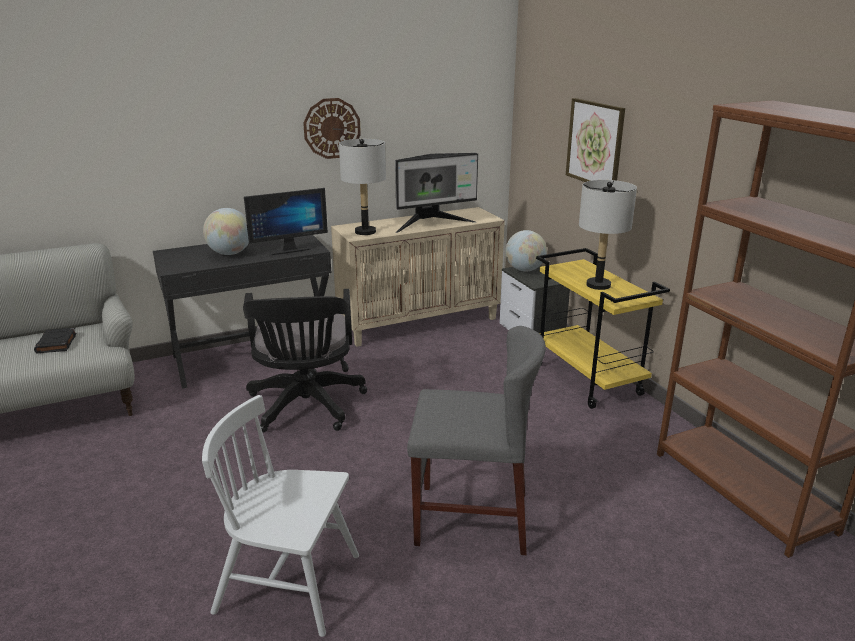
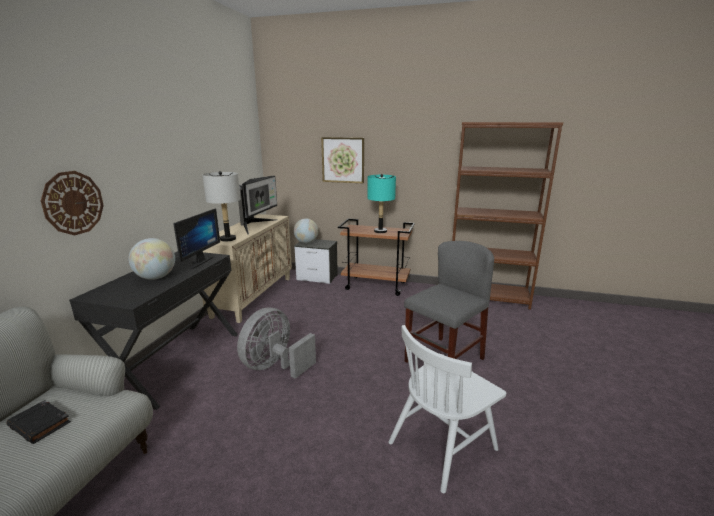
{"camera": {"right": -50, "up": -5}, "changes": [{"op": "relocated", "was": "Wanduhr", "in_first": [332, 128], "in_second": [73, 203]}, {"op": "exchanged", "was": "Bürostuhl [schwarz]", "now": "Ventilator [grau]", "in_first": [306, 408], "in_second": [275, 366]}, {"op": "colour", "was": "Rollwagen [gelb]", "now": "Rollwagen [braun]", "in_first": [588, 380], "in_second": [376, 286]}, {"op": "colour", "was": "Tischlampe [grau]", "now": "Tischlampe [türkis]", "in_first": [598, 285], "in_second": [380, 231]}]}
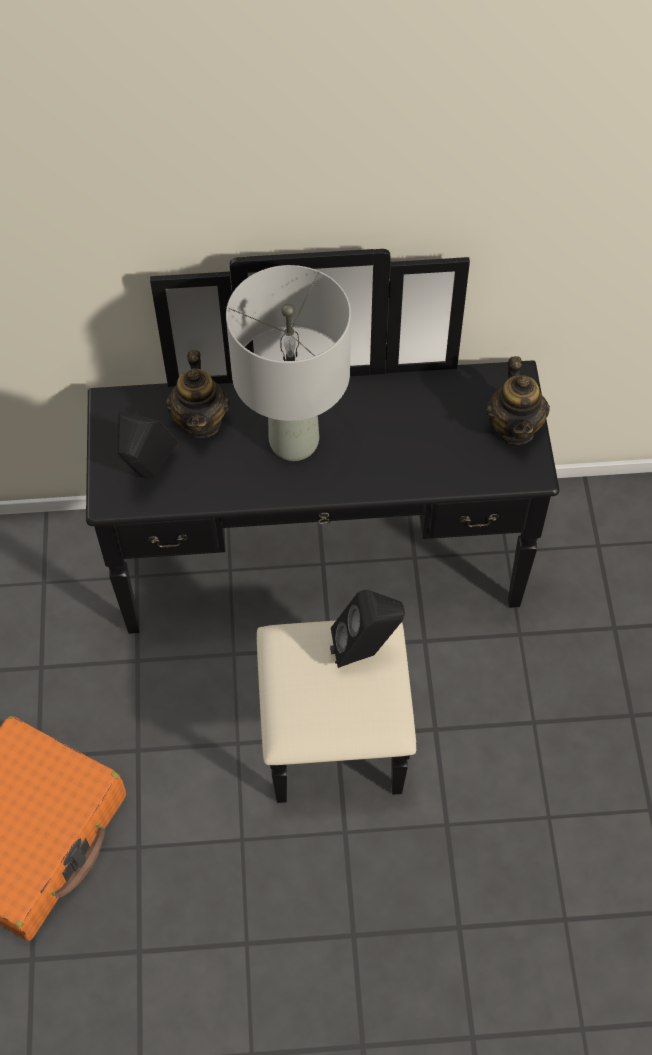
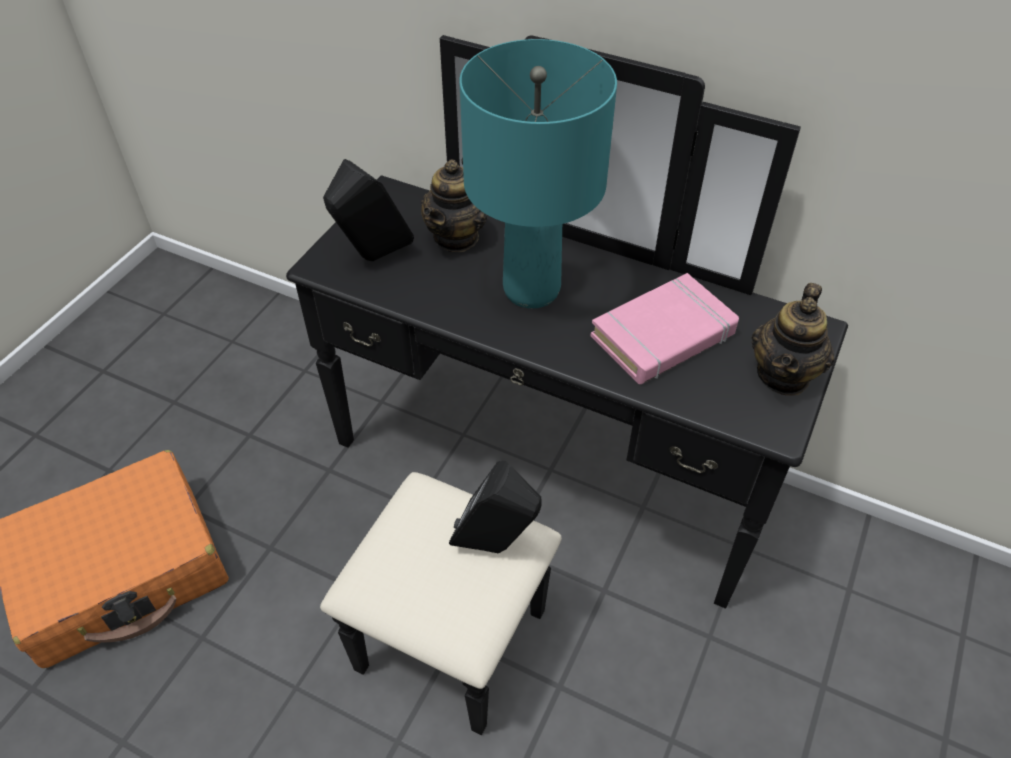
{"camera": {"right": 30, "up": -10}, "changes": [{"op": "appeared", "now": "Buch [rosa]", "in_second": [663, 336]}, {"op": "colour", "was": "Tischlampe [grau]", "now": "Tischlampe [türkis]", "in_first": [293, 443], "in_second": [530, 290]}]}
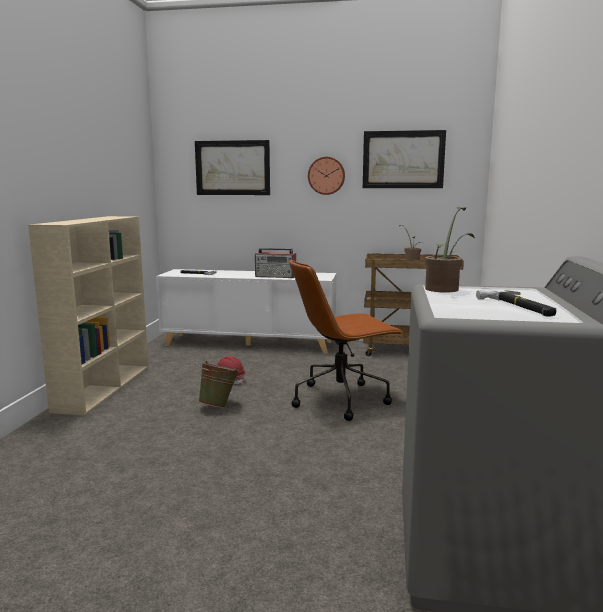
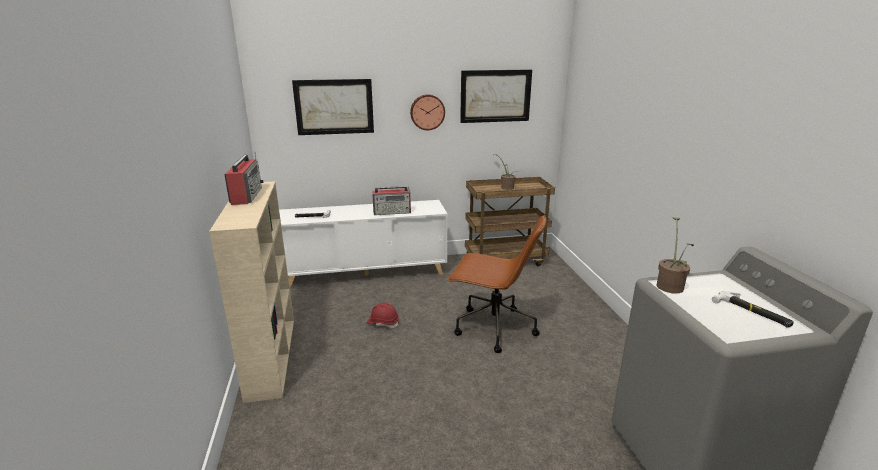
{"camera": {"right": -20, "up": 10}, "changes": [{"op": "missing", "was": "Eimer [grün]", "in_first": [219, 406]}, {"op": "appeared", "now": "Radio", "in_second": [246, 195]}, {"op": "spun", "was": "Bürostuhl [braun]", "in_first": [341, 399], "in_second": [493, 328], "clockwise": -120}]}
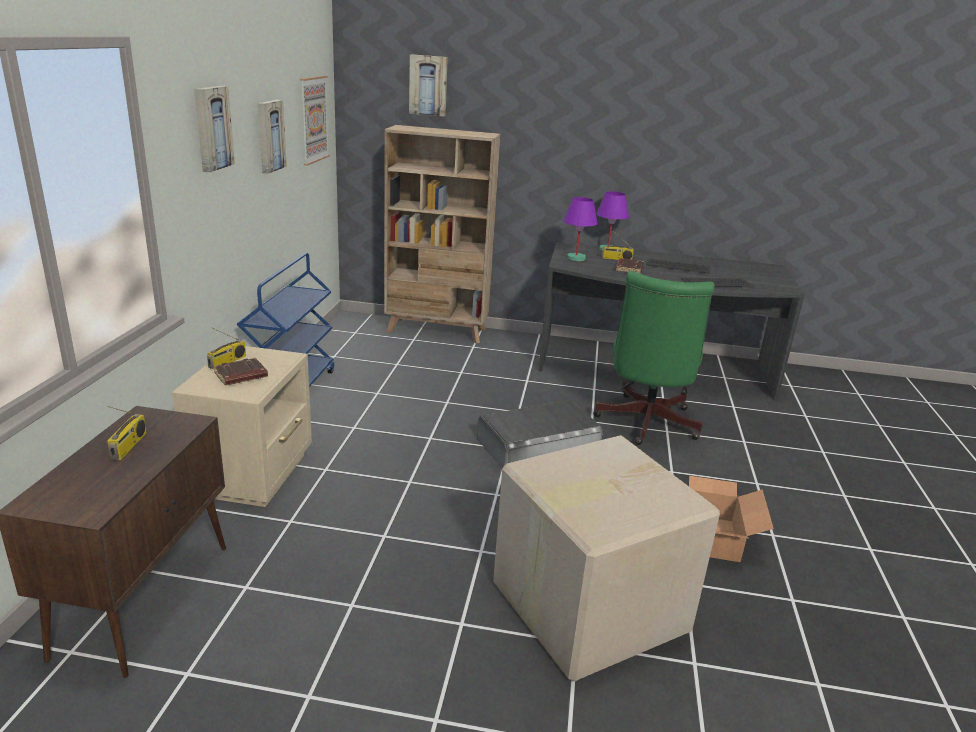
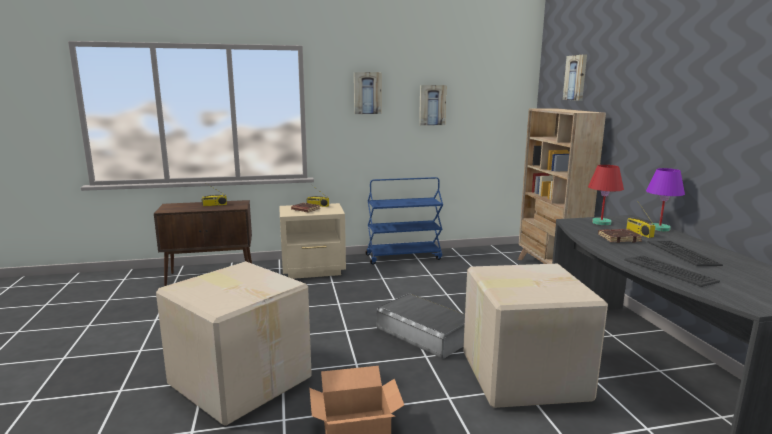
{"camera": {"right": 70, "up": -10}, "changes": [{"op": "missing", "was": "Bild", "in_first": [313, 119]}, {"op": "exchanged", "was": "Bürostuhl [grün]", "now": "Karton", "in_first": [645, 424], "in_second": [521, 374]}, {"op": "colour", "was": "Tischlampe [lila]", "now": "Tischlampe [rot]", "in_first": [576, 258], "in_second": [601, 222]}]}
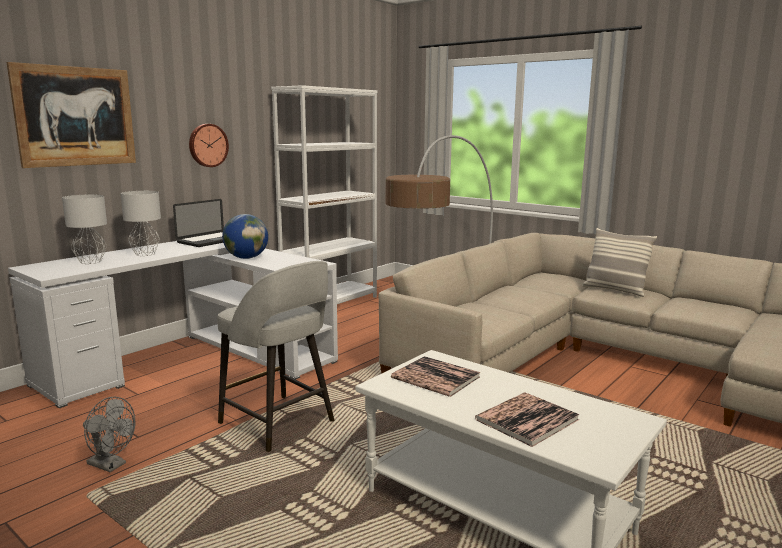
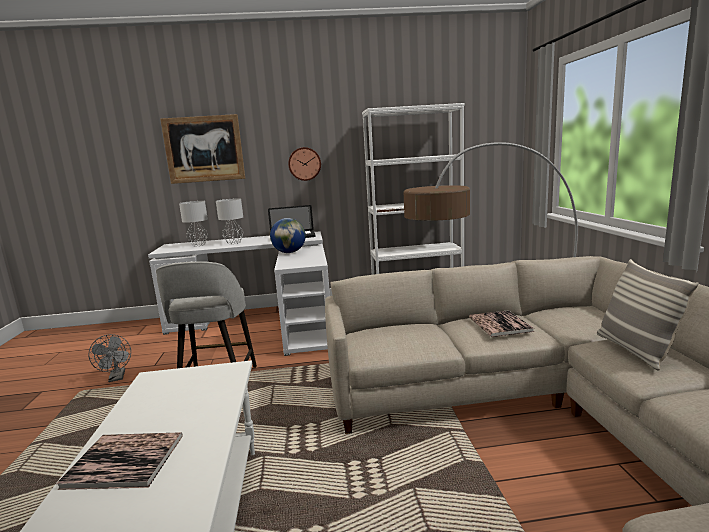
{"camera": {"right": 45, "up": 0}, "changes": [{"op": "relocated", "was": "Buch", "in_first": [435, 377], "in_second": [500, 324]}]}
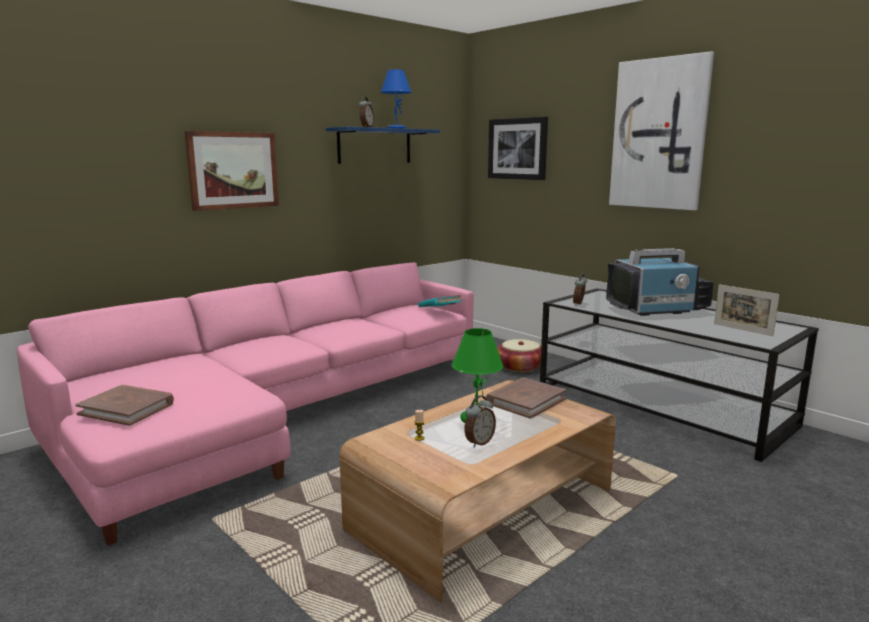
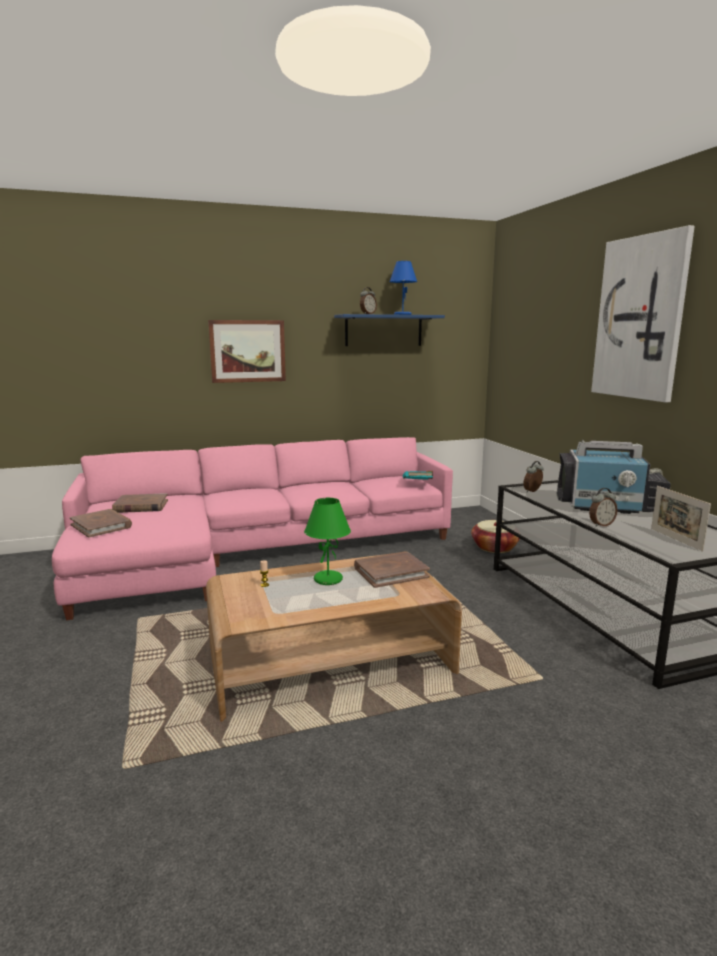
{"camera": {"right": 25, "up": 0}, "changes": [{"op": "missing", "was": "Bild", "in_first": [517, 149]}, {"op": "appeared", "now": "Buch [braun]", "in_second": [141, 506]}, {"op": "relocated", "was": "Wecker", "in_first": [479, 442], "in_second": [601, 525]}]}
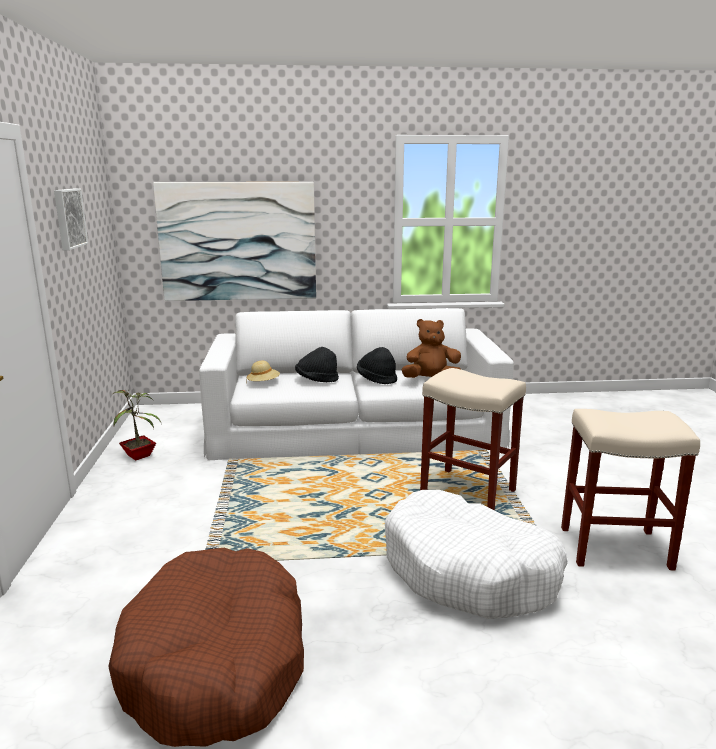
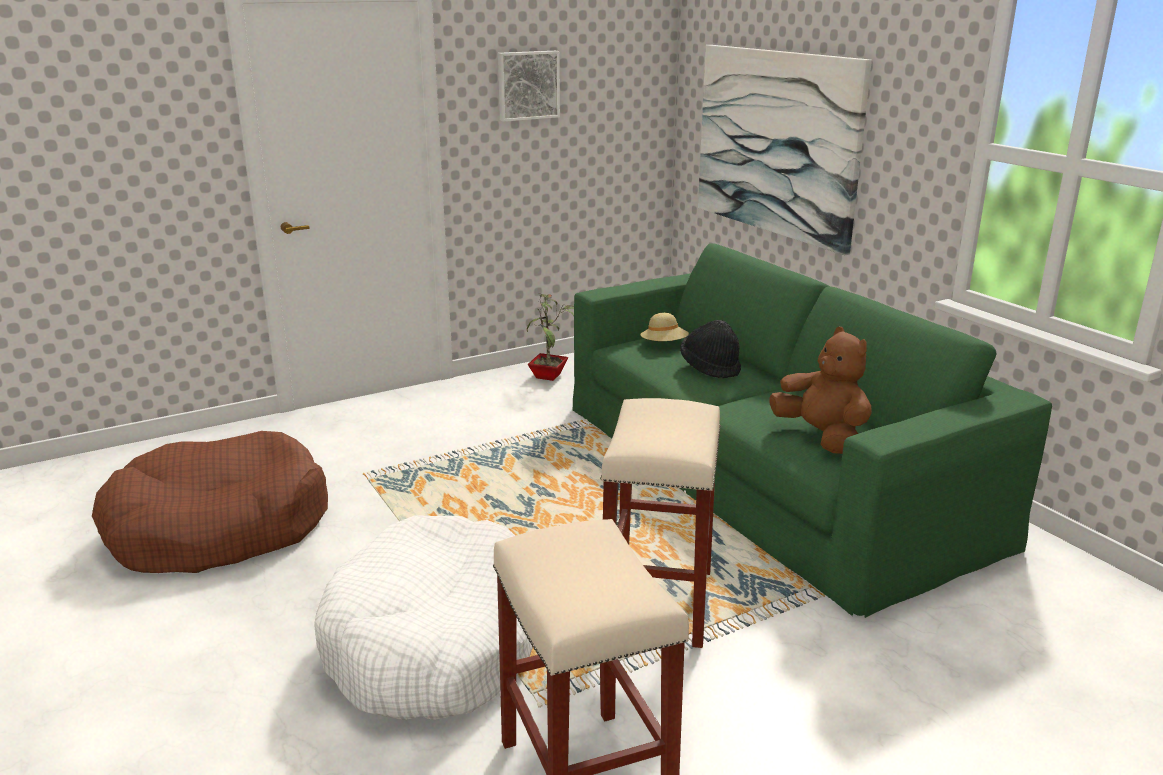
{"camera": {"right": 65, "up": 5}, "changes": [{"op": "missing", "was": "Hut [schwarz]", "in_first": [377, 379]}, {"op": "colour", "was": "Sofa [weiß]", "now": "Sofa [grün]", "in_first": [354, 428], "in_second": [768, 469]}]}
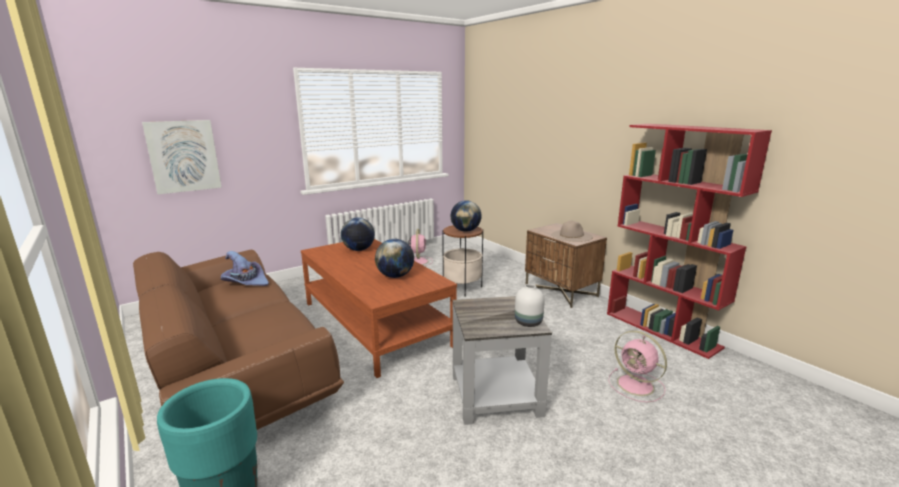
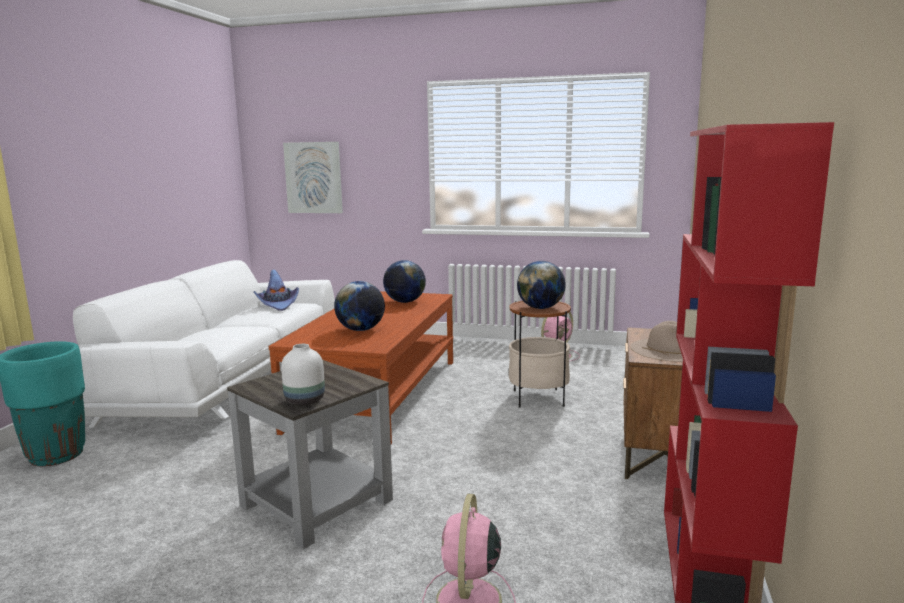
{"camera": {"right": 50, "up": -5}, "changes": [{"op": "colour", "was": "Sofa [braun]", "now": "Sofa [weiß]", "in_first": [235, 369], "in_second": [227, 382]}]}
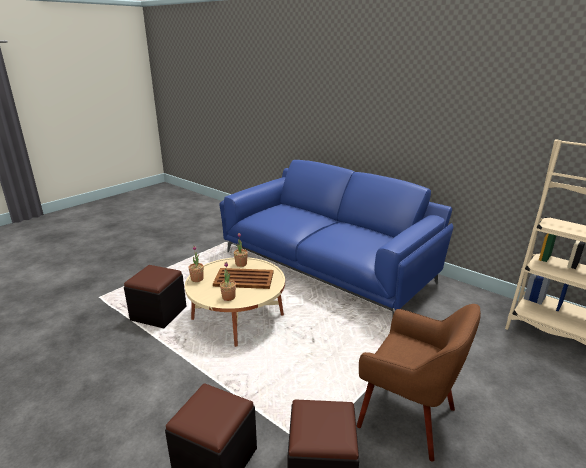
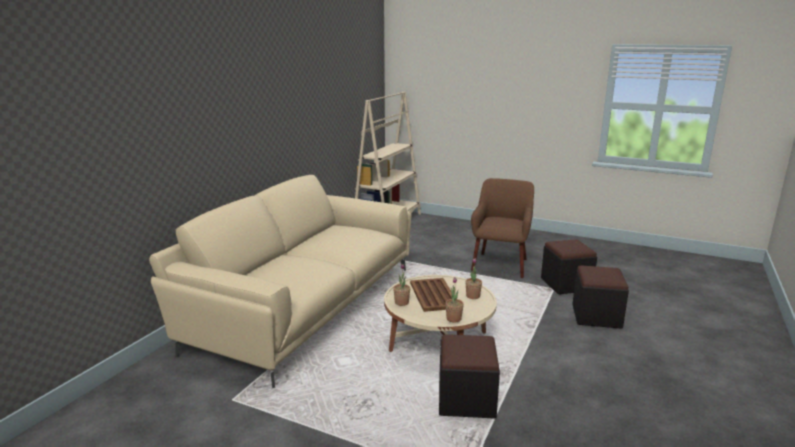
{"camera": {"right": -105, "up": -5}, "changes": [{"op": "colour", "was": "Sofa [blau]", "now": "Sofa [beige]", "in_first": [328, 265], "in_second": [304, 305]}]}
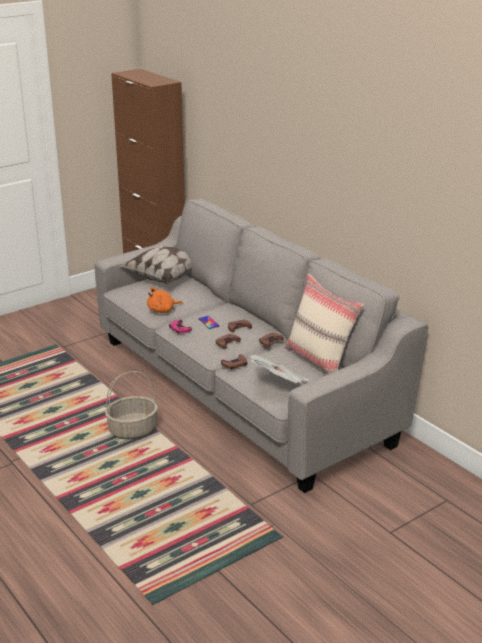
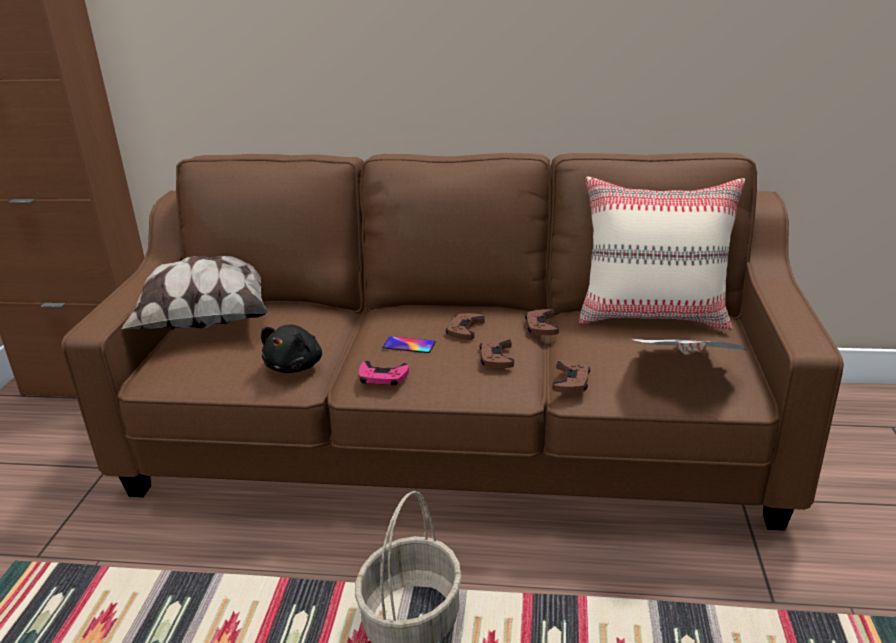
{"camera": {"right": -45, "up": 0}, "changes": [{"op": "colour", "was": "Sofa [grau]", "now": "Sofa [braun]", "in_first": [241, 389], "in_second": [454, 443]}, {"op": "colour", "was": "Plüschtier [orange]", "now": "Plüschtier [schwarz]", "in_first": [163, 310], "in_second": [296, 366]}]}
